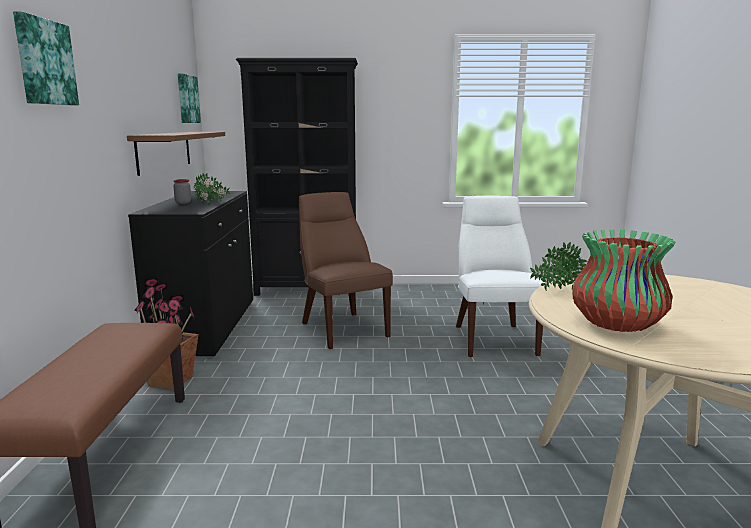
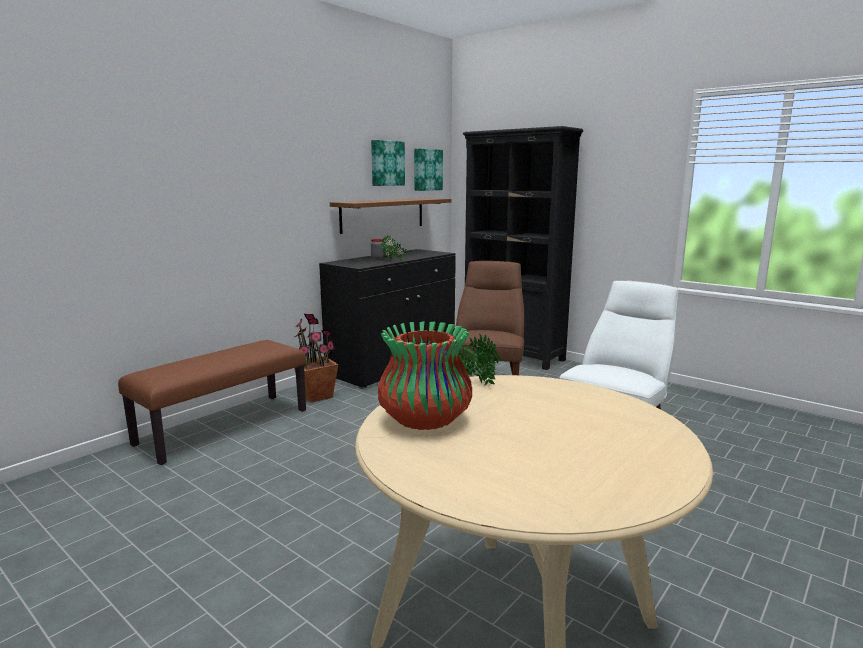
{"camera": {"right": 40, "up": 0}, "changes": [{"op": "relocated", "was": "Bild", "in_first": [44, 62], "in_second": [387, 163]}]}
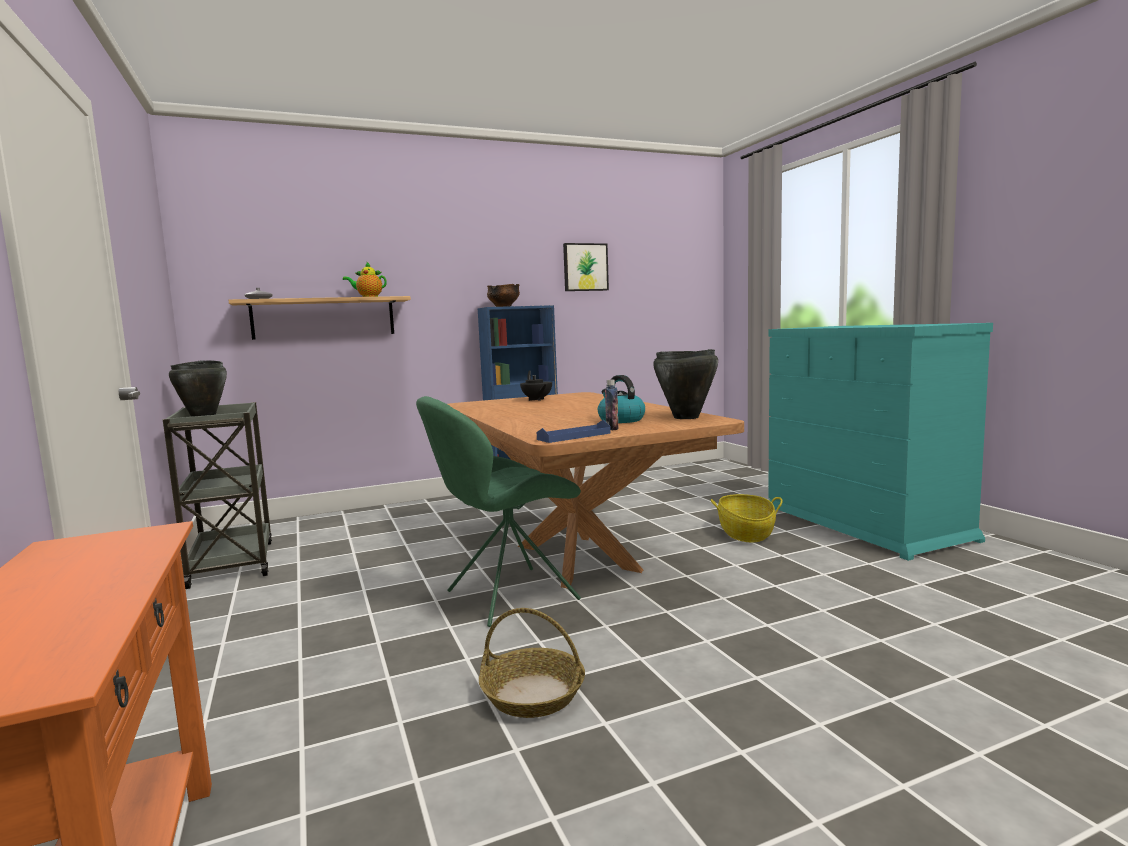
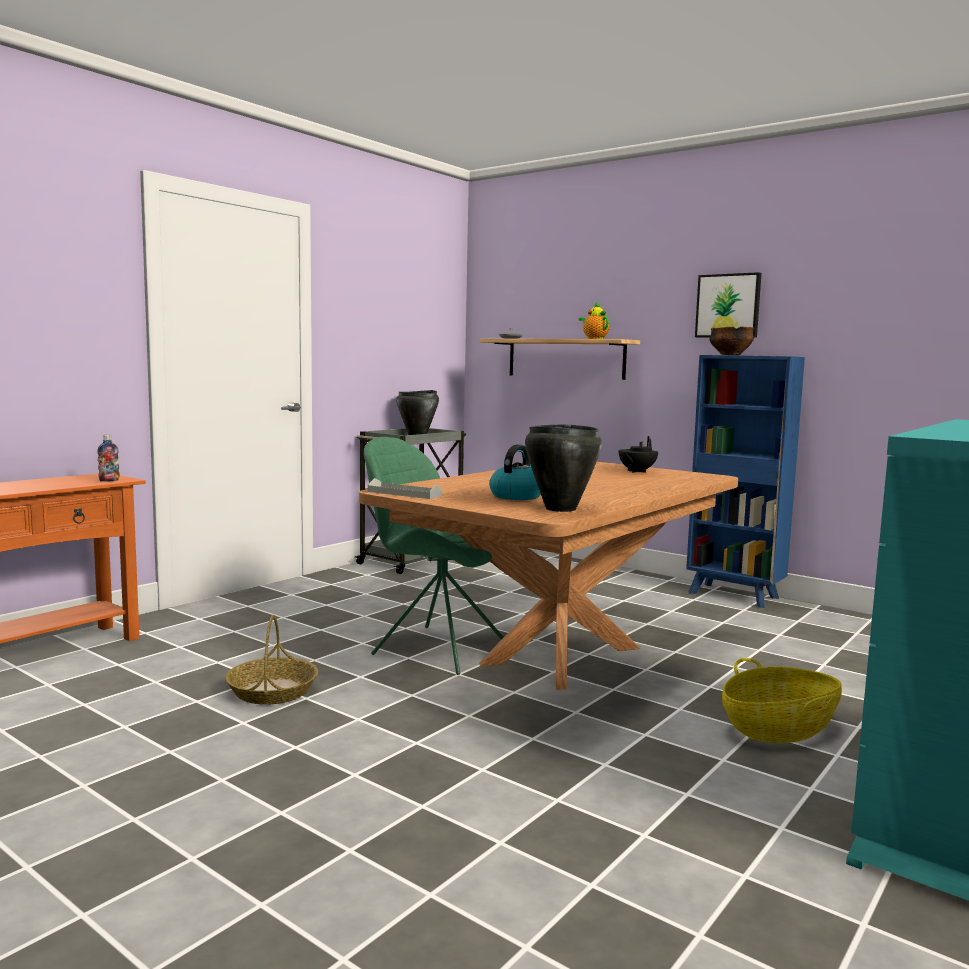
{"camera": {"right": 60, "up": 0}, "changes": [{"op": "relocated", "was": "Bild", "in_first": [585, 267], "in_second": [728, 306]}, {"op": "relocated", "was": "Flasche", "in_first": [612, 429], "in_second": [109, 480]}, {"op": "colour", "was": "Tablett [blau]", "now": "Tablett [grau]", "in_first": [574, 436], "in_second": [404, 494]}]}
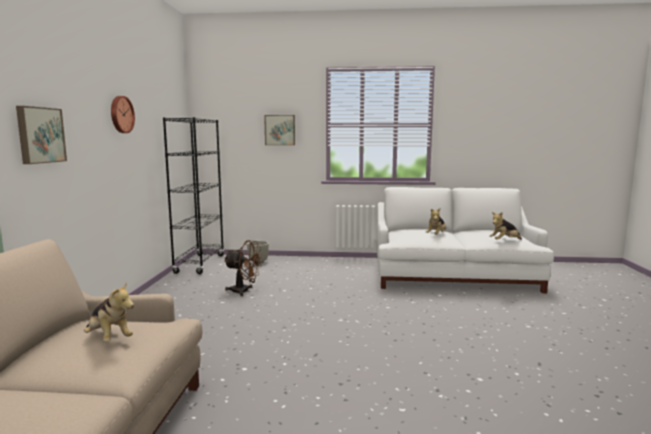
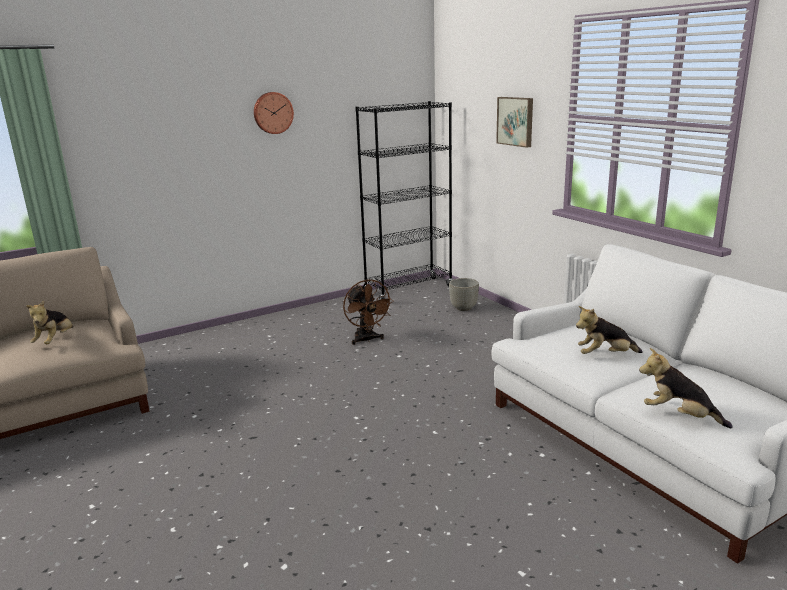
{"camera": {"right": 55, "up": 10}, "changes": [{"op": "missing", "was": "Bild", "in_first": [40, 135]}]}
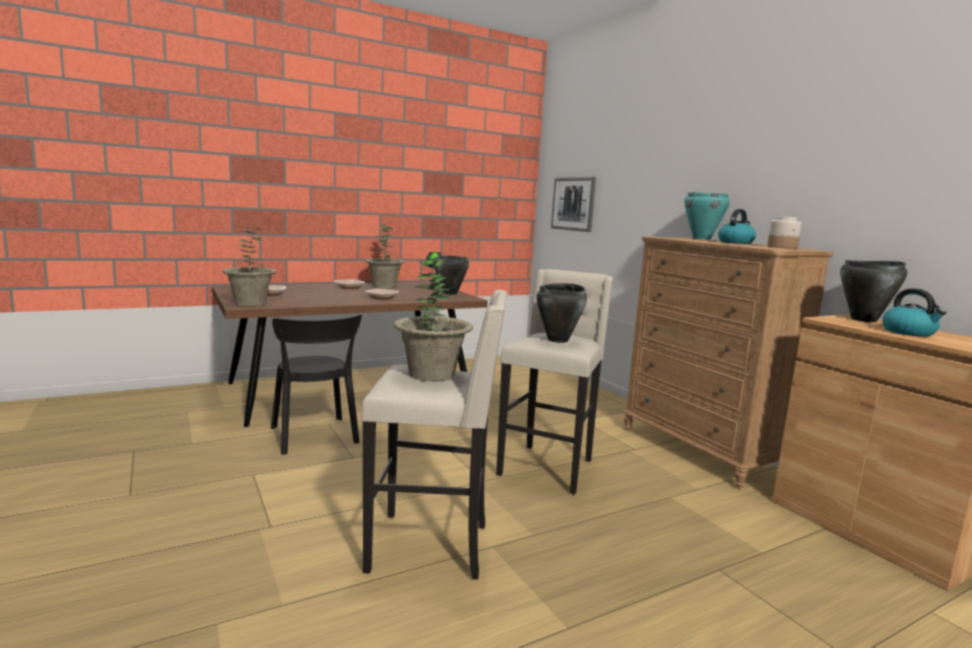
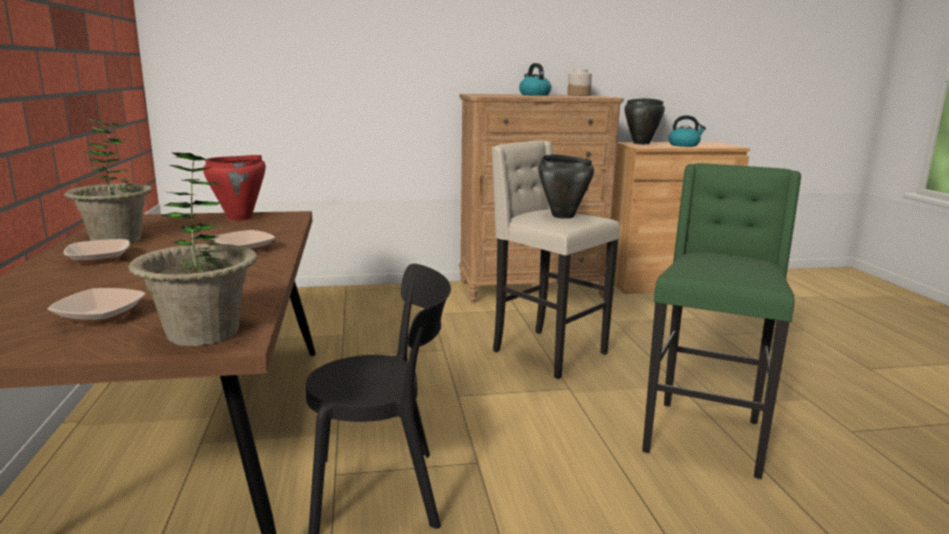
{"camera": {"right": -70, "up": 5}, "changes": [{"op": "missing", "was": "Topfpflanze", "in_first": [431, 374]}, {"op": "missing", "was": "Bild", "in_first": [573, 203]}, {"op": "missing", "was": "Kochtopf [türkis]", "in_first": [701, 239]}, {"op": "colour", "was": "Hocker [beige]", "now": "Hocker [grün]", "in_first": [432, 546], "in_second": [705, 435]}, {"op": "colour", "was": "Kochtopf [schwarz]", "now": "Kochtopf [rot]", "in_first": [450, 293], "in_second": [240, 218]}]}
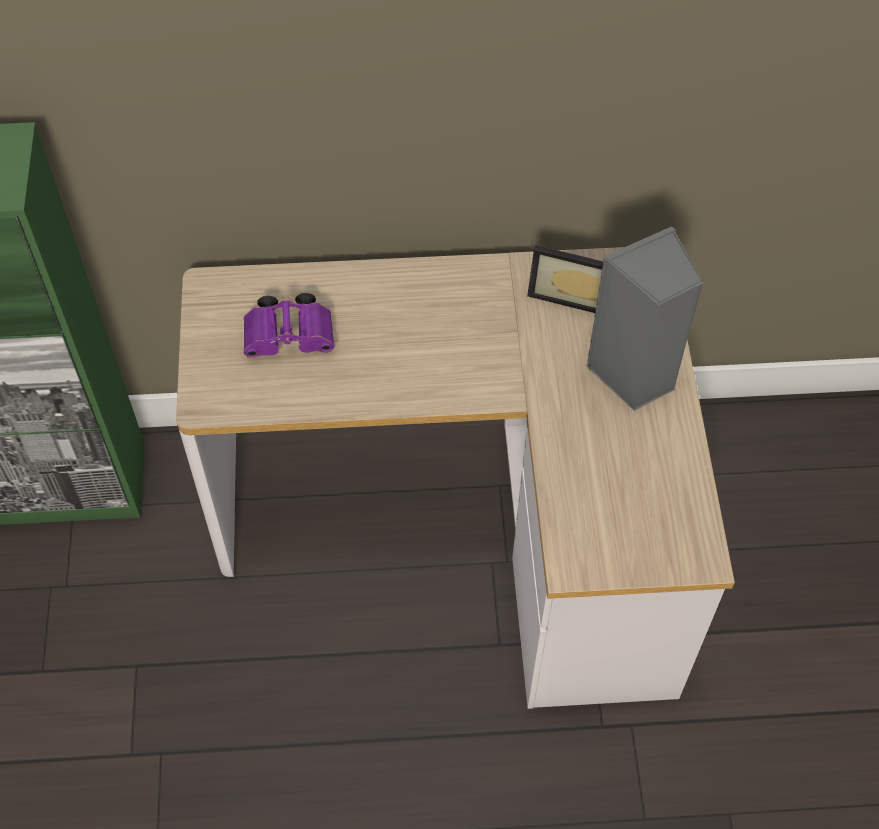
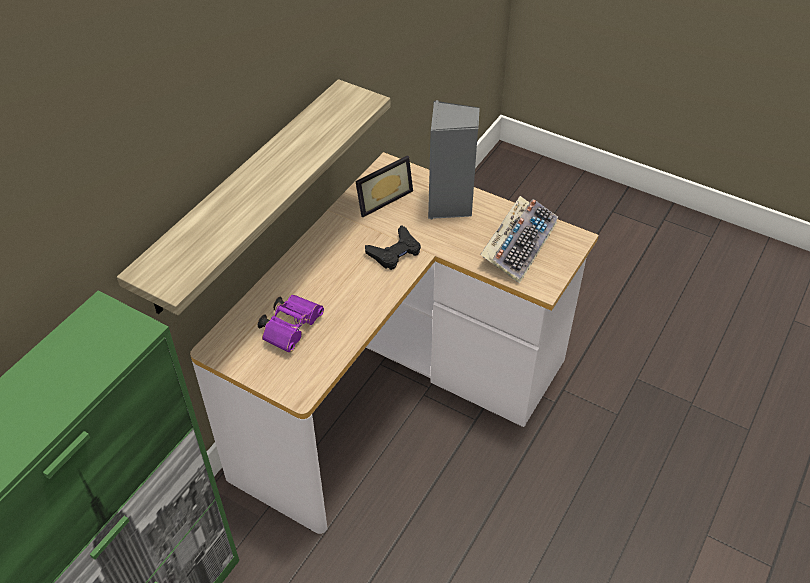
{"camera": {"right": -55, "up": -10}, "changes": [{"op": "appeared", "now": "Wandregal", "in_second": [244, 196]}, {"op": "appeared", "now": "Gamepad [schwarz]", "in_second": [394, 252]}, {"op": "appeared", "now": "Tastatur", "in_second": [519, 243]}]}
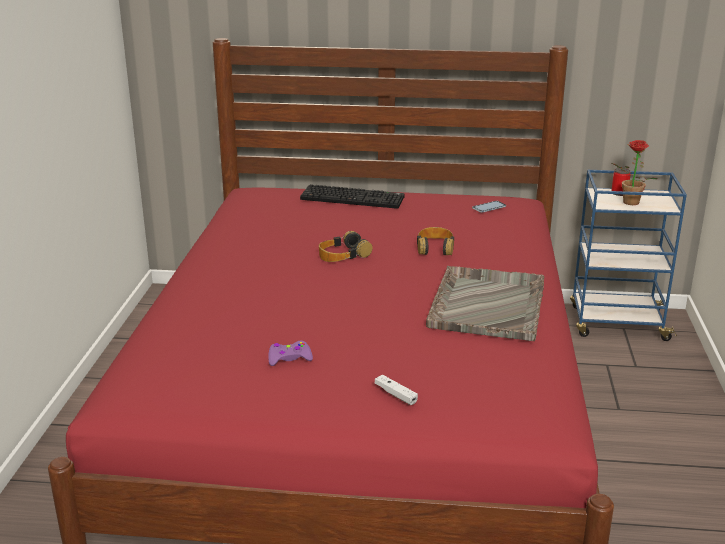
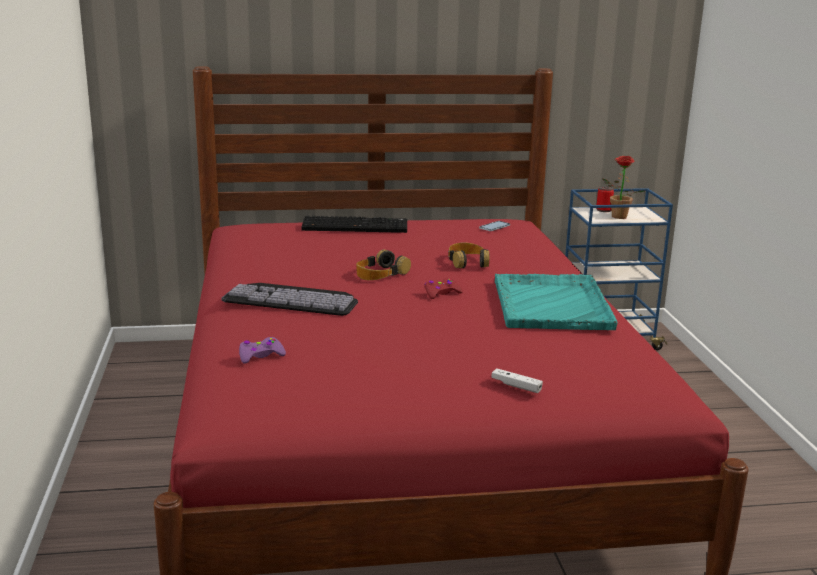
{"camera": {"right": -15, "up": -5}, "changes": [{"op": "appeared", "now": "Tastatur", "in_second": [294, 298]}, {"op": "appeared", "now": "Gamepad [rot]", "in_second": [441, 293]}, {"op": "relocated", "was": "Gamepad [lila]", "in_first": [289, 358], "in_second": [260, 356]}, {"op": "colour", "was": "Tablett [grau]", "now": "Tablett [türkis]", "in_first": [488, 304], "in_second": [551, 304]}]}
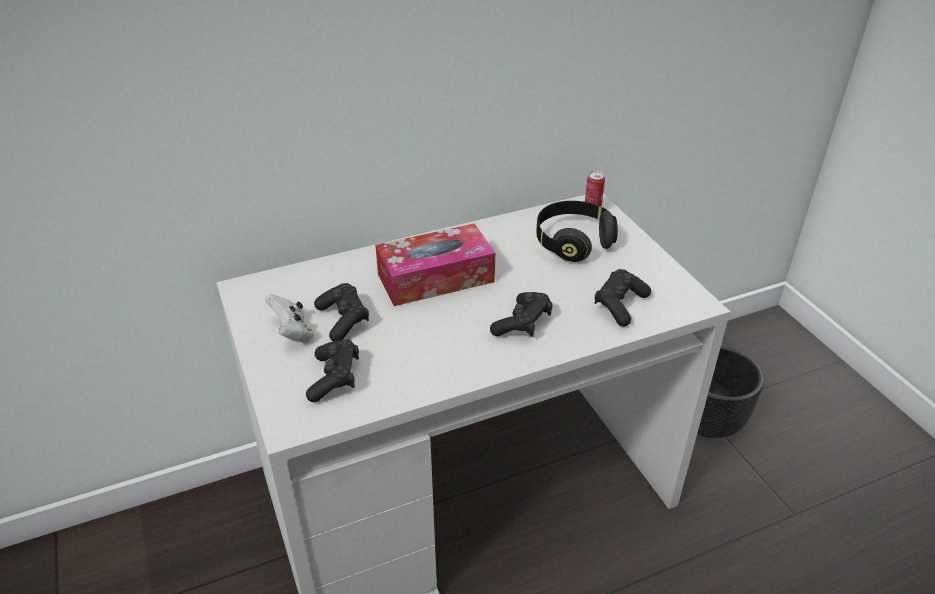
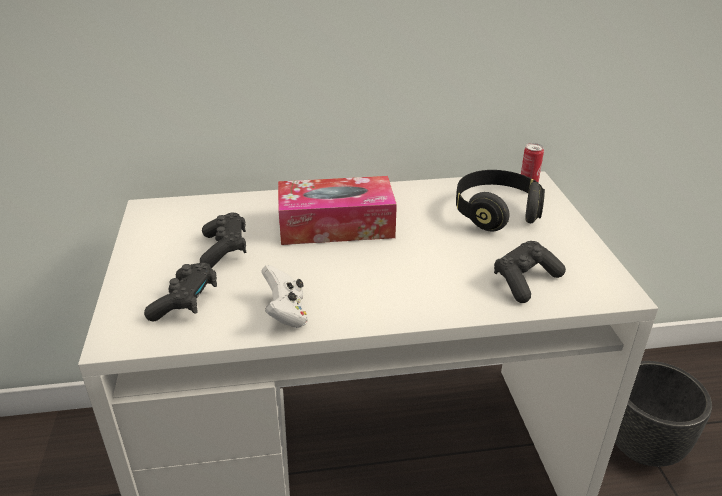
{"camera": {"right": 15, "up": -5}, "changes": [{"op": "missing", "was": "Gamepad [schwarz]", "in_first": [522, 324]}, {"op": "relocated", "was": "Gamepad [weiß]", "in_first": [292, 332], "in_second": [286, 314]}]}
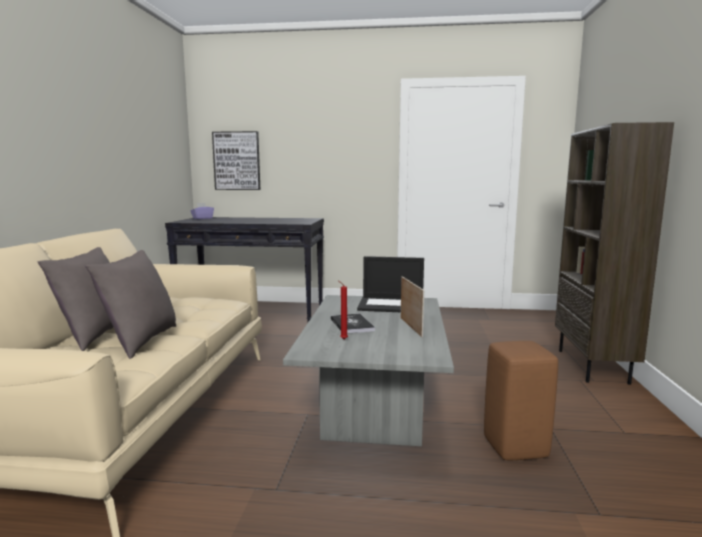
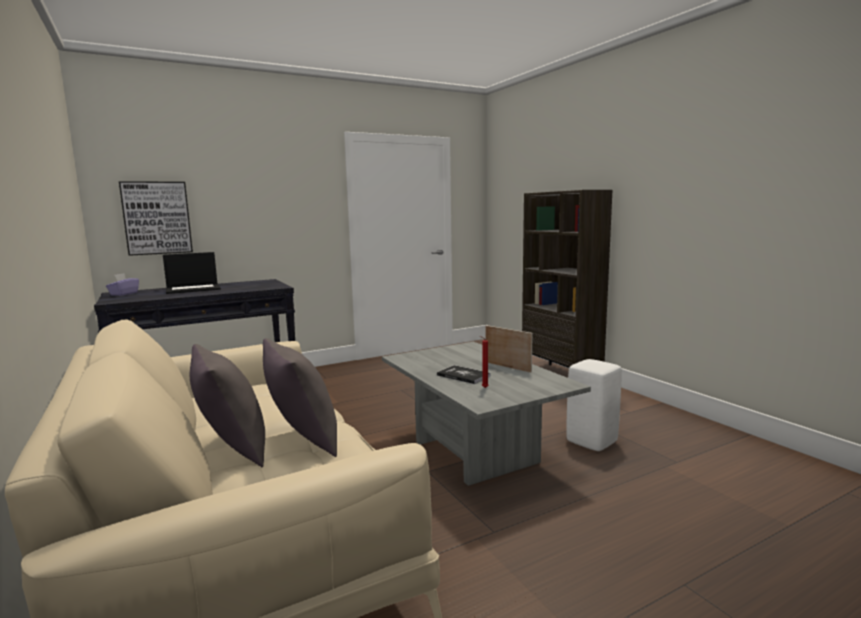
{"camera": {"right": -35, "up": 0}, "changes": [{"op": "relocated", "was": "Laptop", "in_first": [392, 305], "in_second": [194, 289]}, {"op": "colour", "was": "Hocker [braun]", "now": "Hocker [weiß]", "in_first": [516, 448], "in_second": [593, 442]}]}
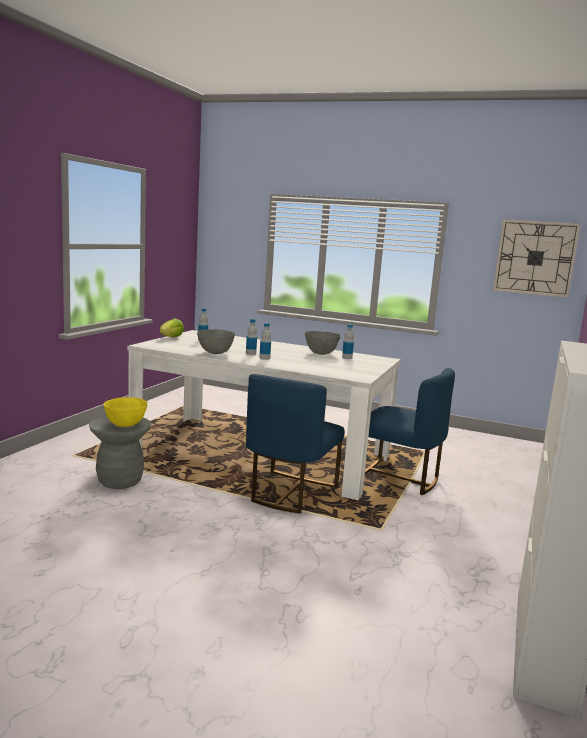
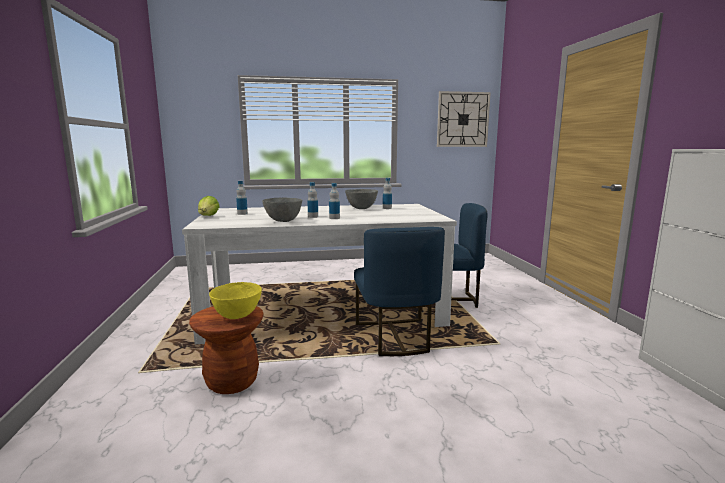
{"camera": {"right": -30, "up": 0}, "changes": [{"op": "colour", "was": "Hocker [grau]", "now": "Hocker [braun]", "in_first": [120, 481], "in_second": [232, 382]}]}
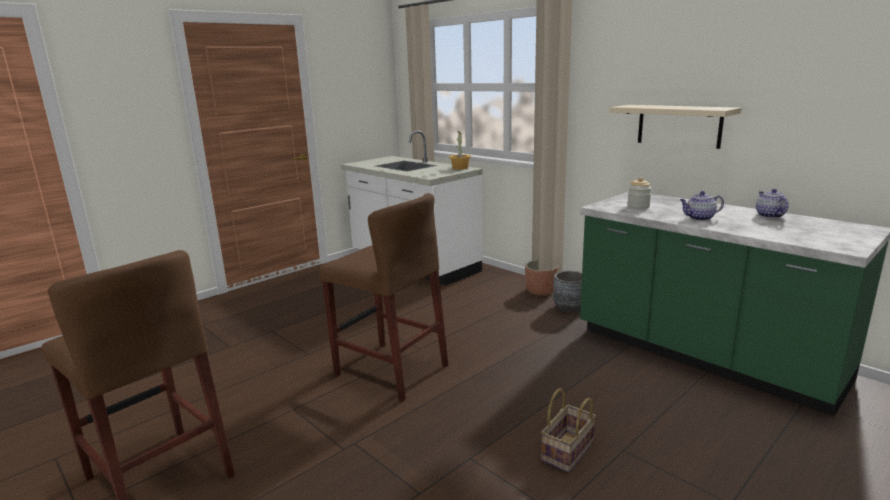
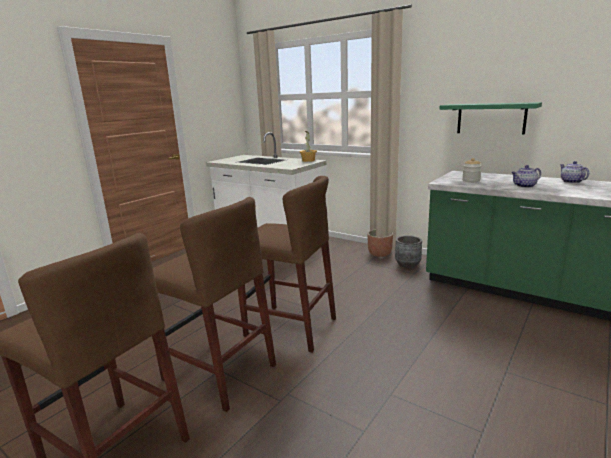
{"camera": {"right": -10, "up": 0}, "changes": [{"op": "missing", "was": "Korb", "in_first": [568, 453]}, {"op": "appeared", "now": "Hocker [braun]", "in_second": [219, 372]}, {"op": "colour", "was": "Wandregal [beige]", "now": "Wandregal [grün]", "in_first": [679, 125], "in_second": [491, 118]}]}
